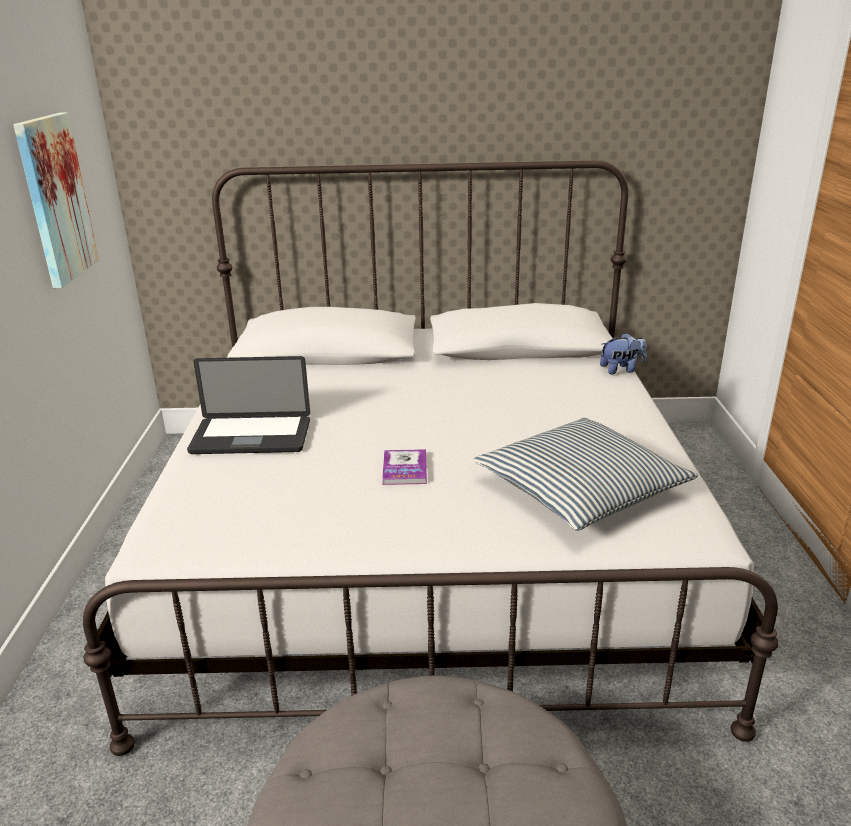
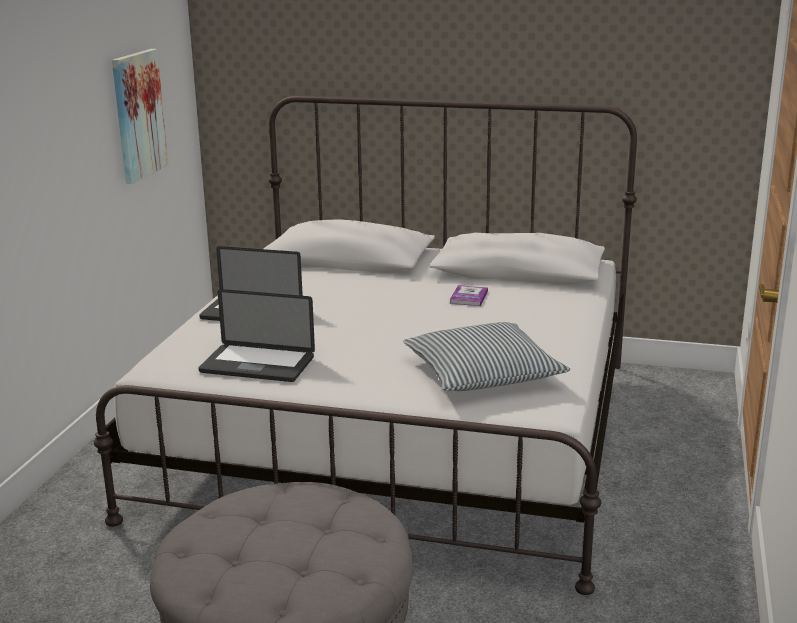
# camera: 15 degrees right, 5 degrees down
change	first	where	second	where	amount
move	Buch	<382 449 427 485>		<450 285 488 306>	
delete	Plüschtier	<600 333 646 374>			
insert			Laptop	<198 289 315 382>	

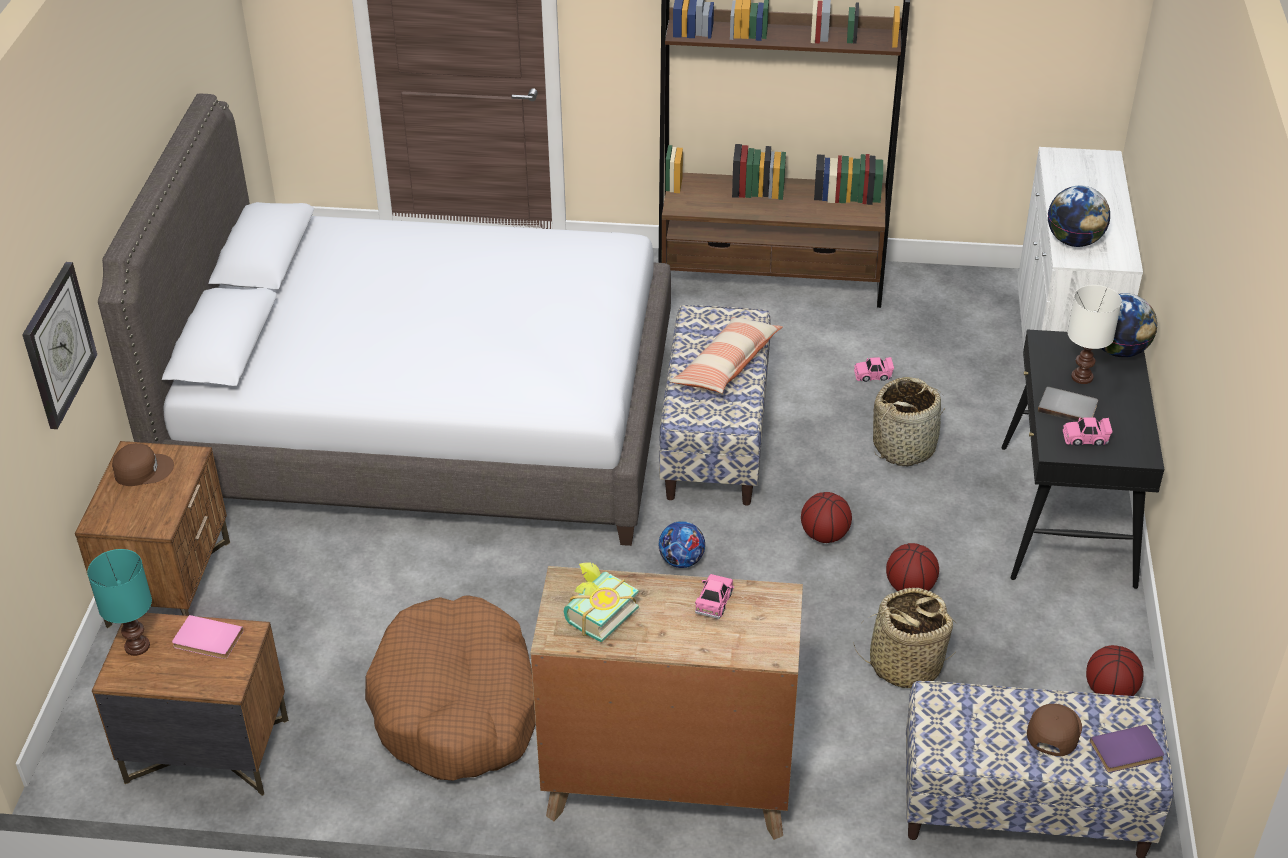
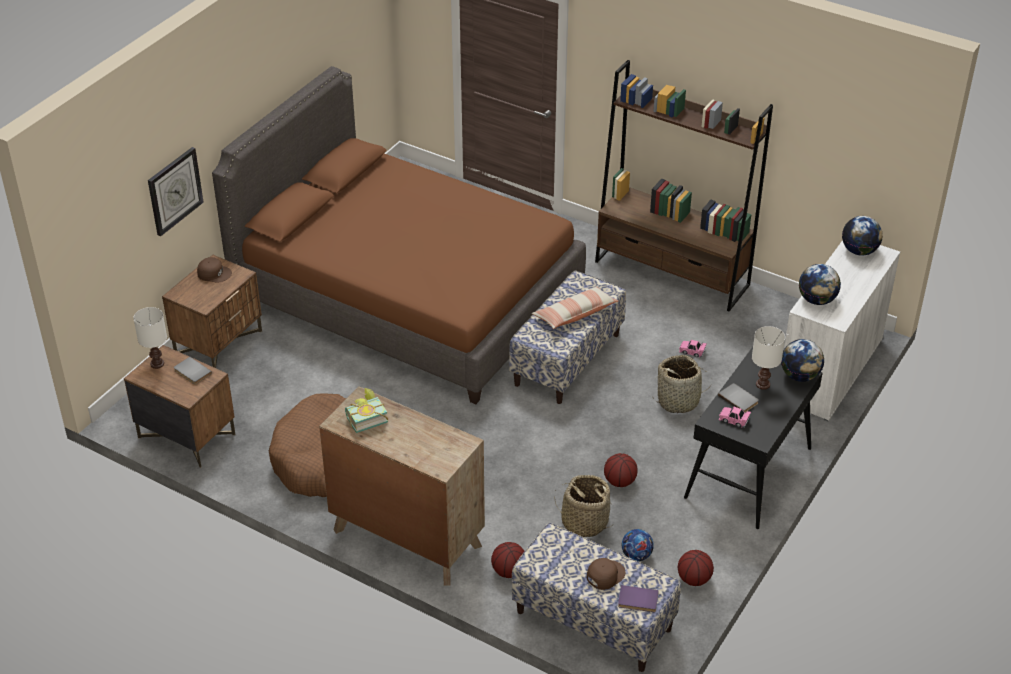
# camera: 25 degrees right, 0 degrees up
change	first	where	second	where	amount
recolor	Tischlampe [türkis]	<87 549 152 656>	Tischlampe [weiß]	<133 307 167 369>	
recolor	Bett [grau]	<98 93 671 546>	Bett [braun]	<212 66 586 404>	
recolor	Buch [rosa]	<172 615 244 659>	Buch [grau]	<174 357 212 385>	
move	Fußball	<659 521 705 568>		<622 529 654 561>	
delete	Spielzeugauto [rosa]	<695 574 734 619>			
move	Basketball	<801 492 852 543>		<491 542 524 578>	
insert			Globus	<842 216 883 256>	

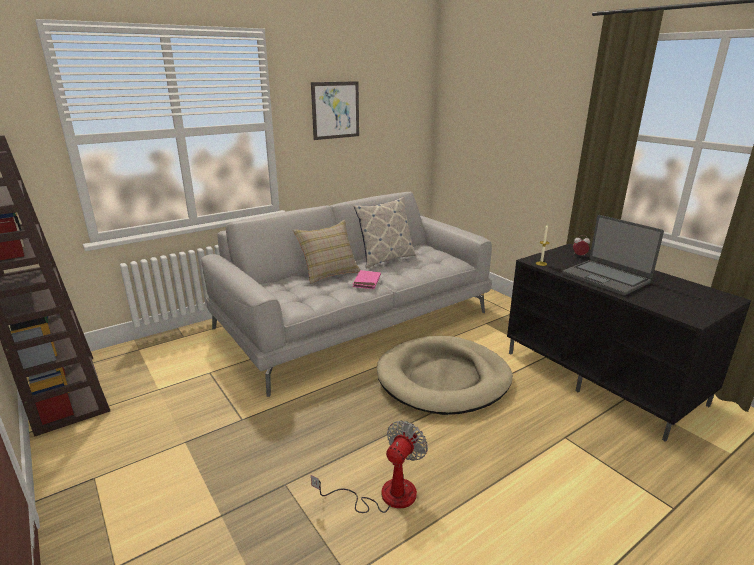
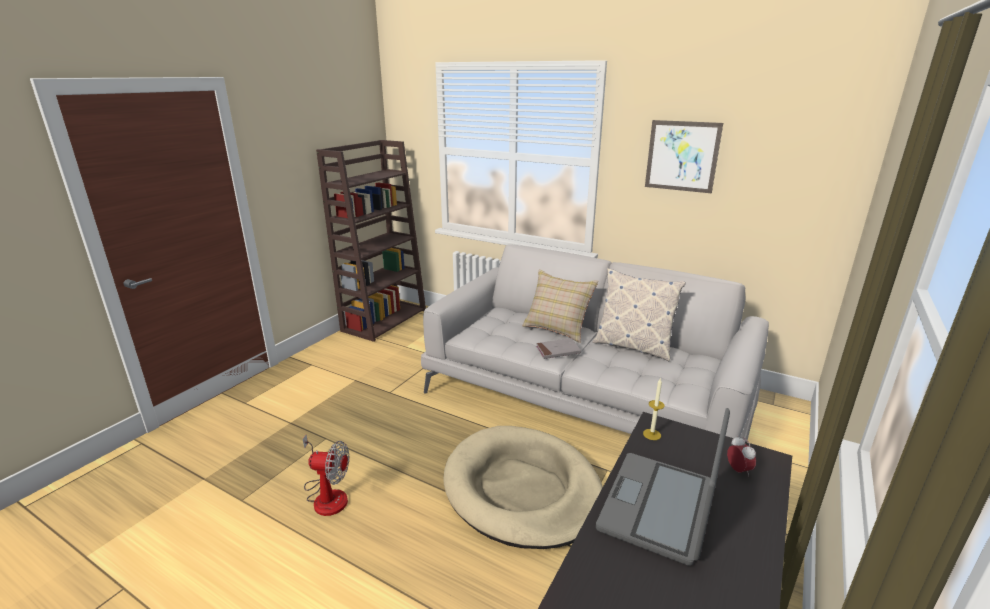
# camera: 65 degrees right, 0 degrees up
change	first	where	second	where	amount
recolor	Buch [rosa]	<353 270 381 289>	Buch [grau]	<536 338 581 359>	

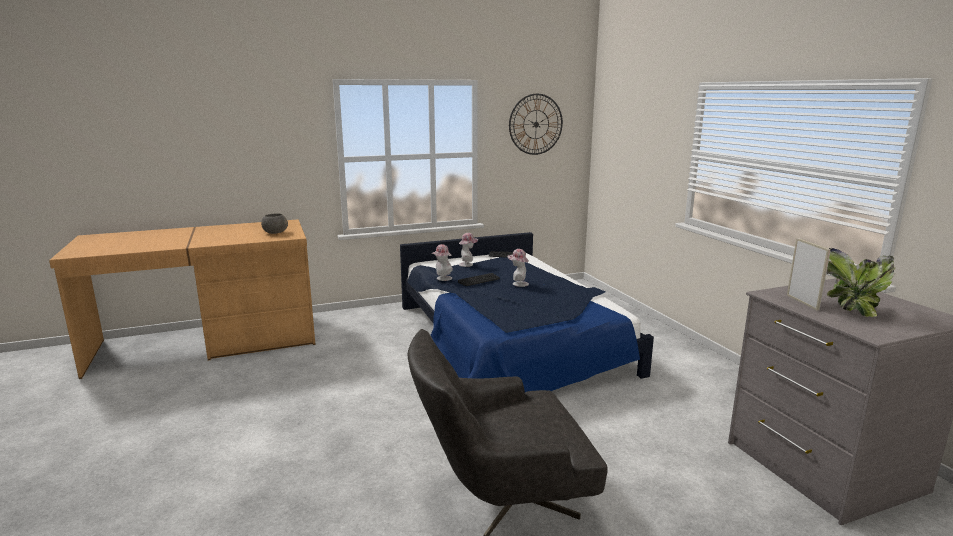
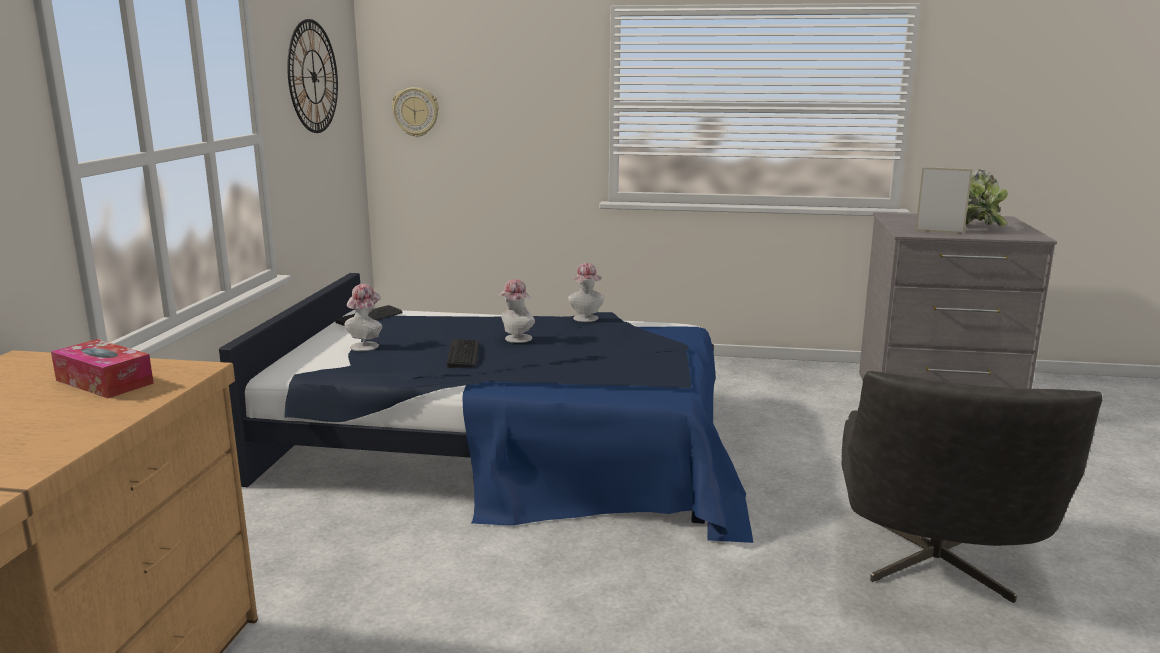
# camera: 60 degrees left, 0 degrees up
change	first	where	second	where	amount
replace	Schüssel [grau]	<261 213 288 234>	Taschentuchbox	<51 339 154 398>	
move	Hut	<432 244 453 281>		<568 263 604 322>	
insert			Wanduhr	<392 87 439 137>	

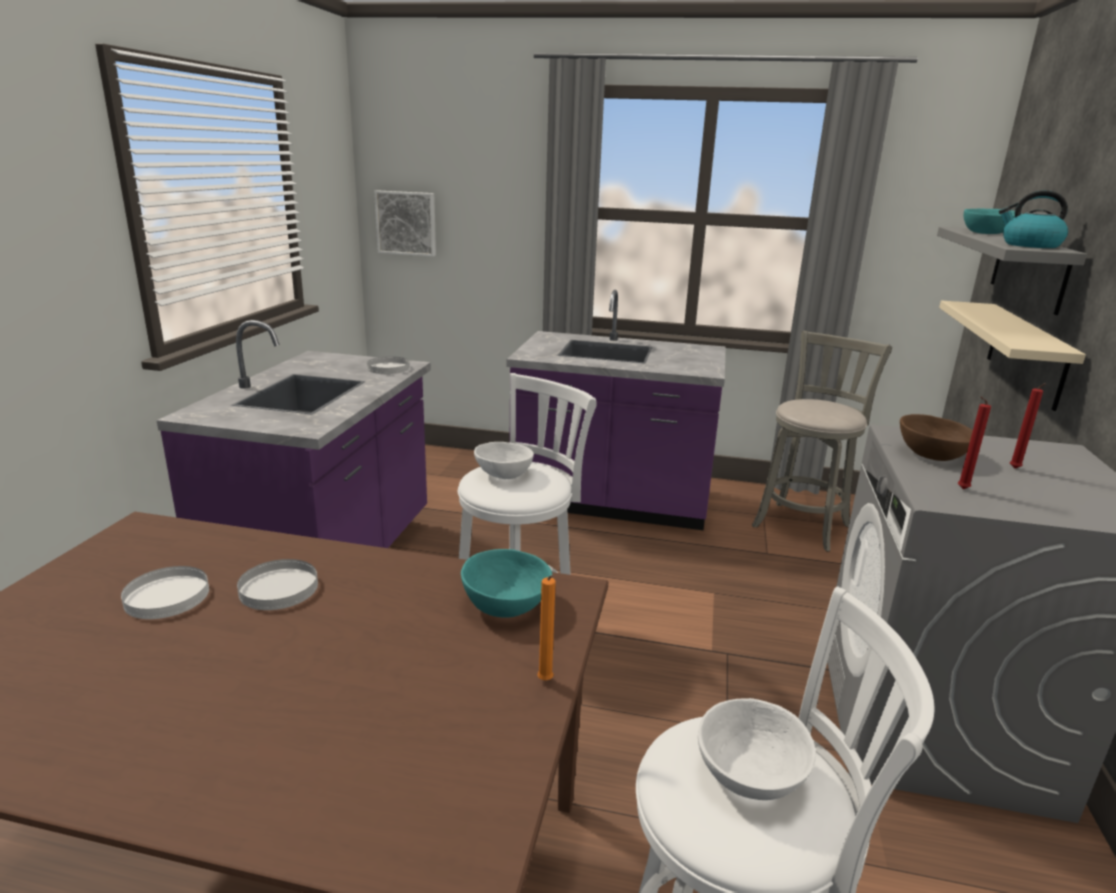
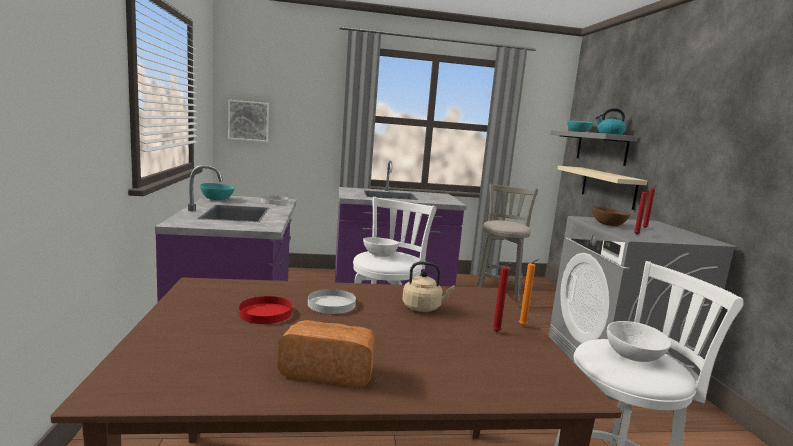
# camera: 20 degrees left, 10 degrees down
change	first	where	second	where	amount
recolor	Teller [weiß]	<121 566 209 619>	Teller [rot]	<239 296 292 324>	
move	Schüssel [türkis]	<461 549 553 618>		<200 183 235 200>	
insert			Brot	<277 320 375 387>	
insert			Wasserkessel [beige]	<402 262 455 312>	
insert			Kerze [rot]	<492 263 511 332>	

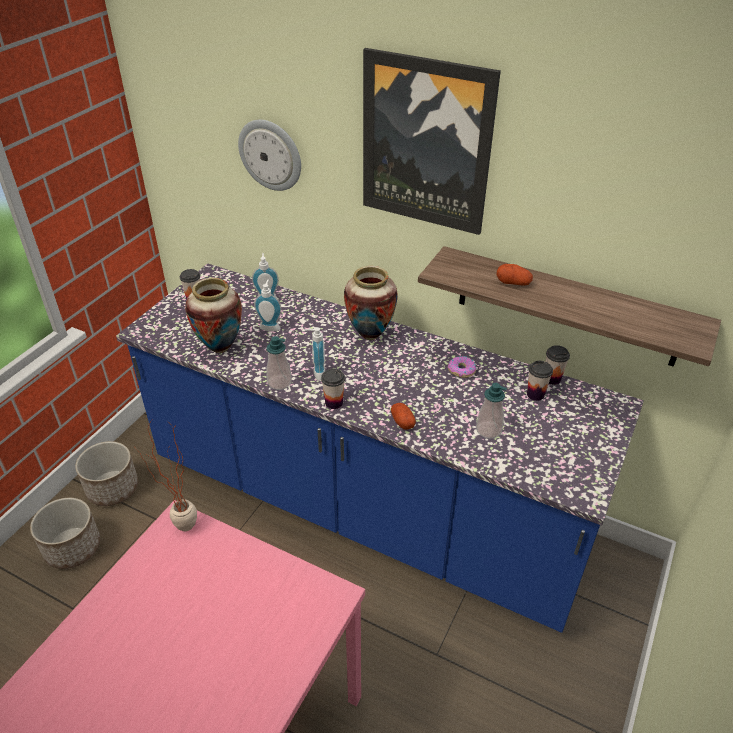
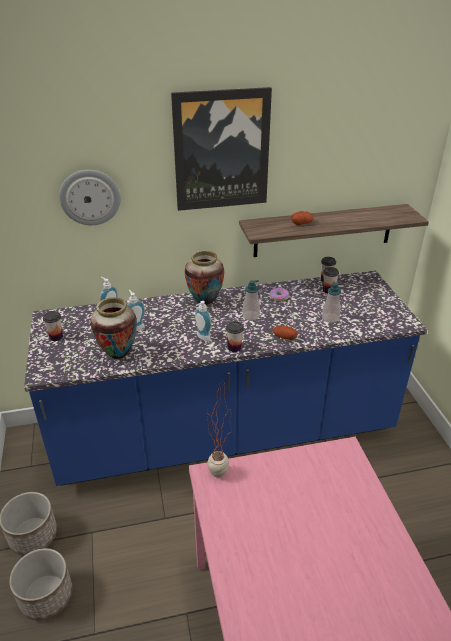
# camera: 40 degrees left, 5 degrees down
change	first	where	second	where	amount
move	Seifenspender	<266 336 292 390>		<242 280 260 321>	

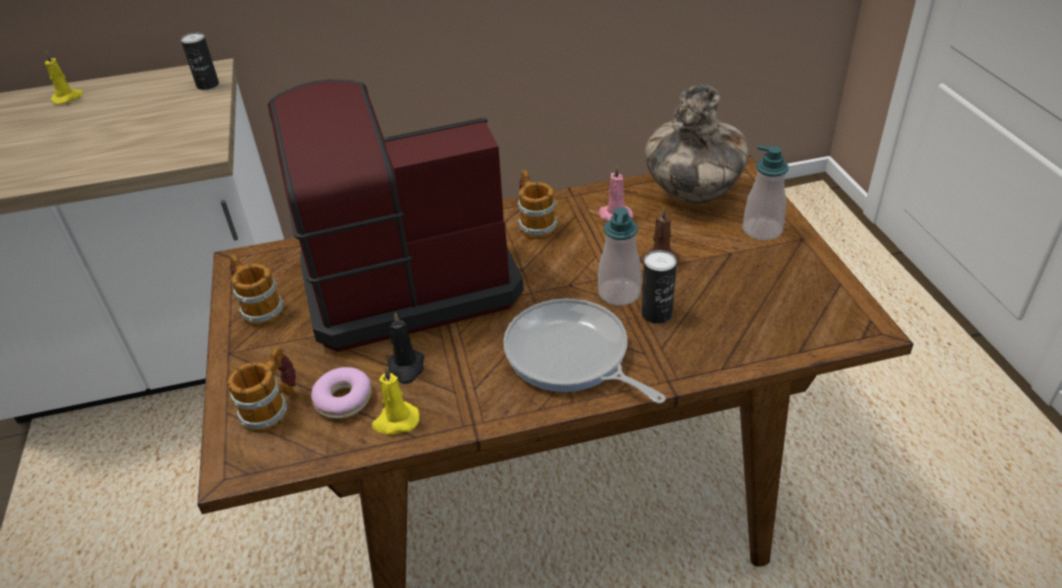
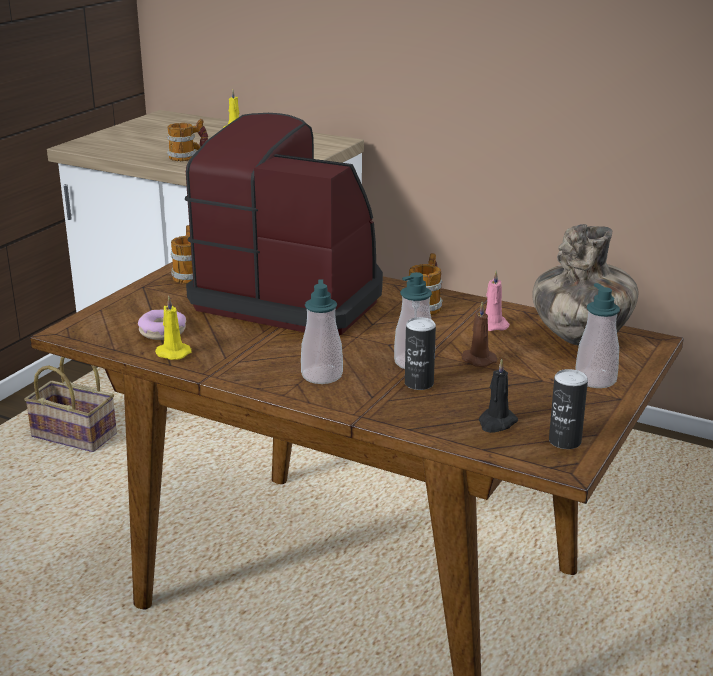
# camera: 40 degrees right, 15 degrees down
change	first	where	second	where	amount
move	Dose	<181 32 219 90>		<549 369 588 449>	
move	Henkelbecher	<227 346 296 433>		<167 119 208 161>	
move	Kerze [schwarz]	<387 312 424 384>		<479 358 518 433>	
replace	Pfanne	<503 298 666 404>	Seifenspender	<301 279 343 384>	
insert			Korb	<24 357 117 452>	

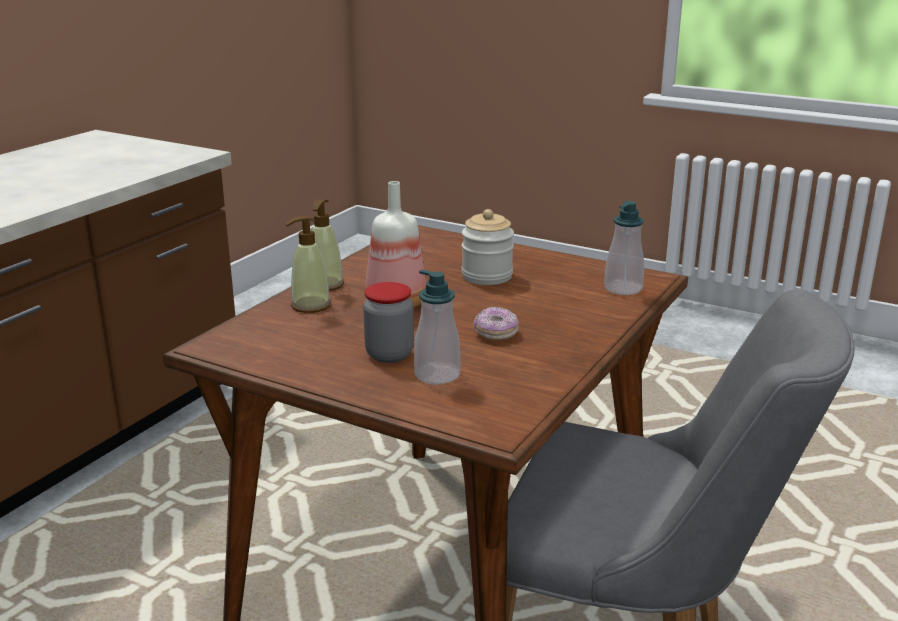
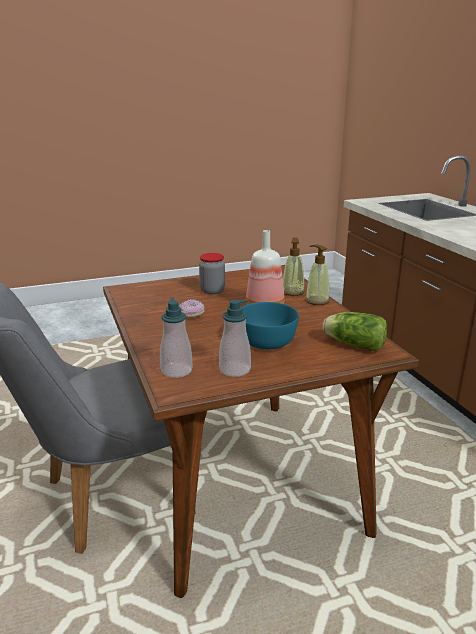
# camera: 130 degrees right, 0 degrees up
change	first	where	second	where	amount
move	Seifenspender	<414 270 461 384>		<219 300 251 377>	
replace	Vorratsglas	<461 209 514 285>	Schüssel [türkis]	<242 302 299 349>	
insert			Salatkopf	<323 312 387 351>	

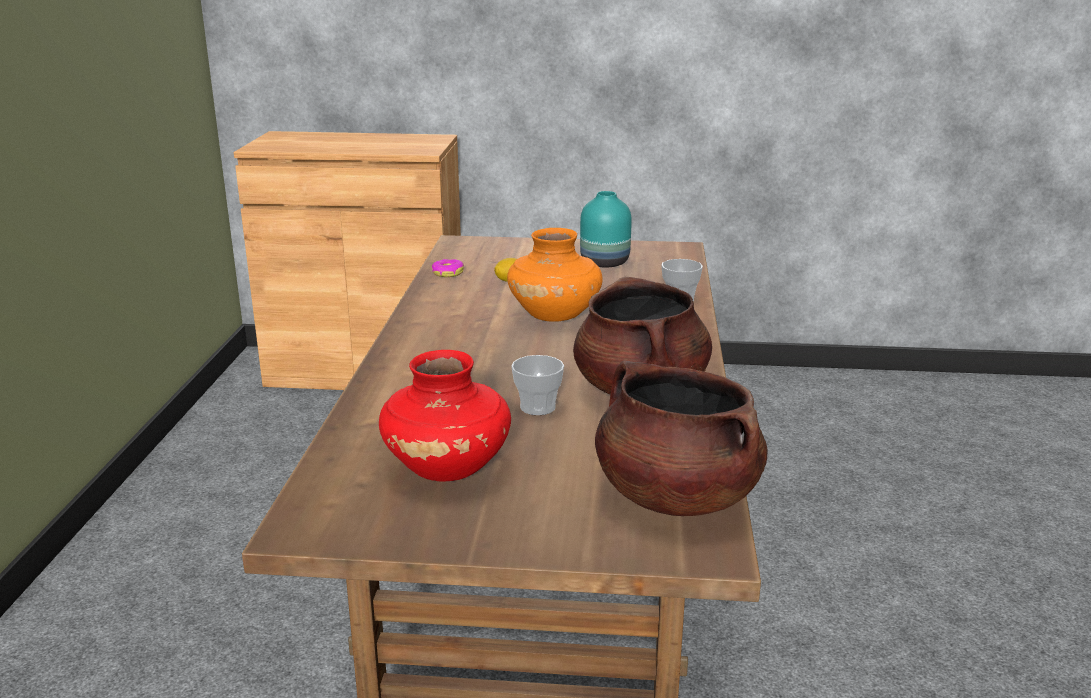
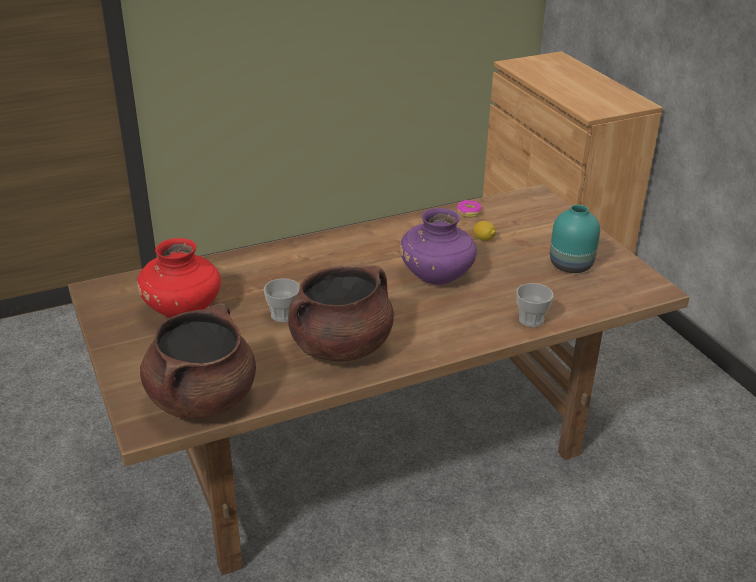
# camera: 60 degrees right, 10 degrees up
change	first	where	second	where	amount
recolor	Vase [orange]	<507 228 603 322>	Vase [lila]	<400 208 477 285>	

